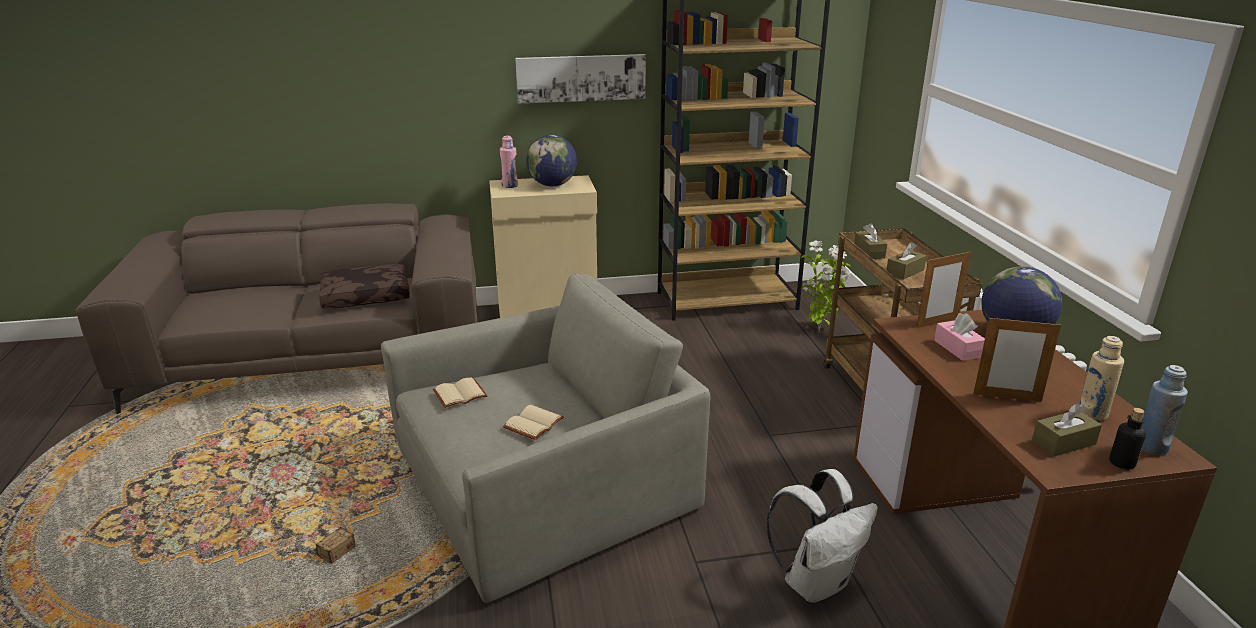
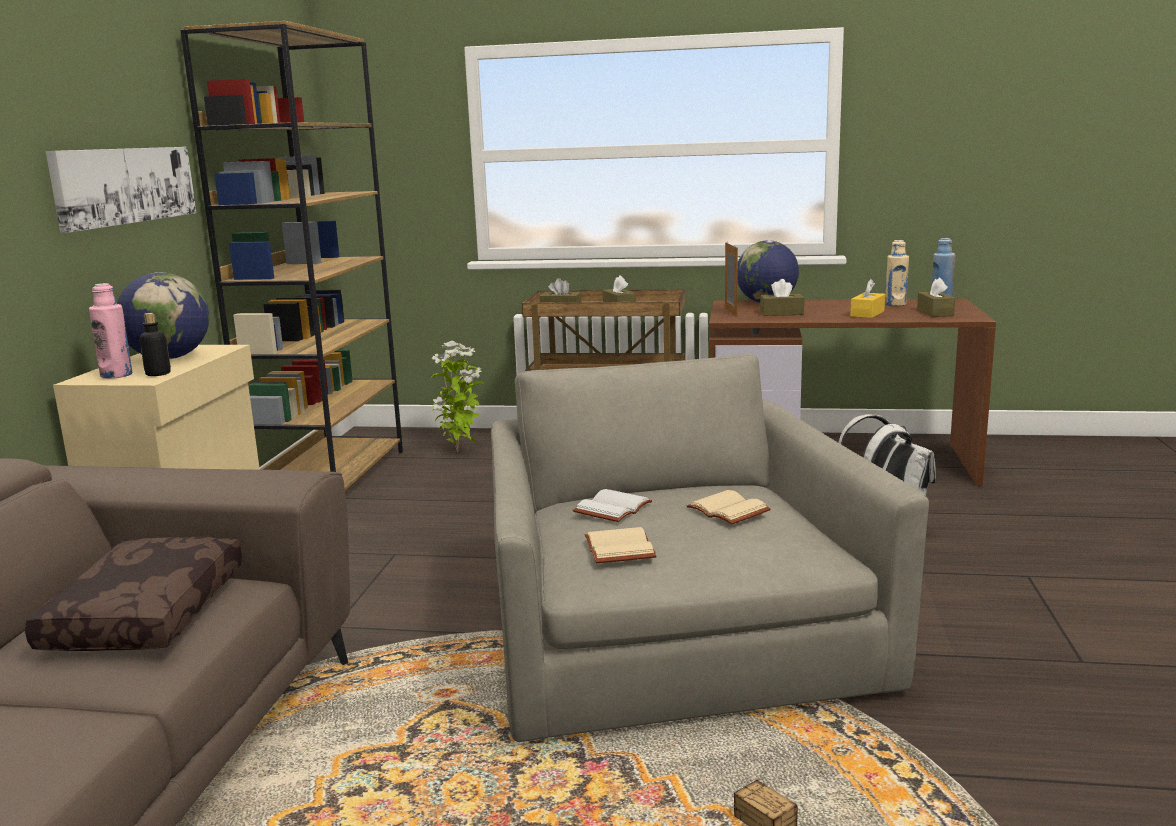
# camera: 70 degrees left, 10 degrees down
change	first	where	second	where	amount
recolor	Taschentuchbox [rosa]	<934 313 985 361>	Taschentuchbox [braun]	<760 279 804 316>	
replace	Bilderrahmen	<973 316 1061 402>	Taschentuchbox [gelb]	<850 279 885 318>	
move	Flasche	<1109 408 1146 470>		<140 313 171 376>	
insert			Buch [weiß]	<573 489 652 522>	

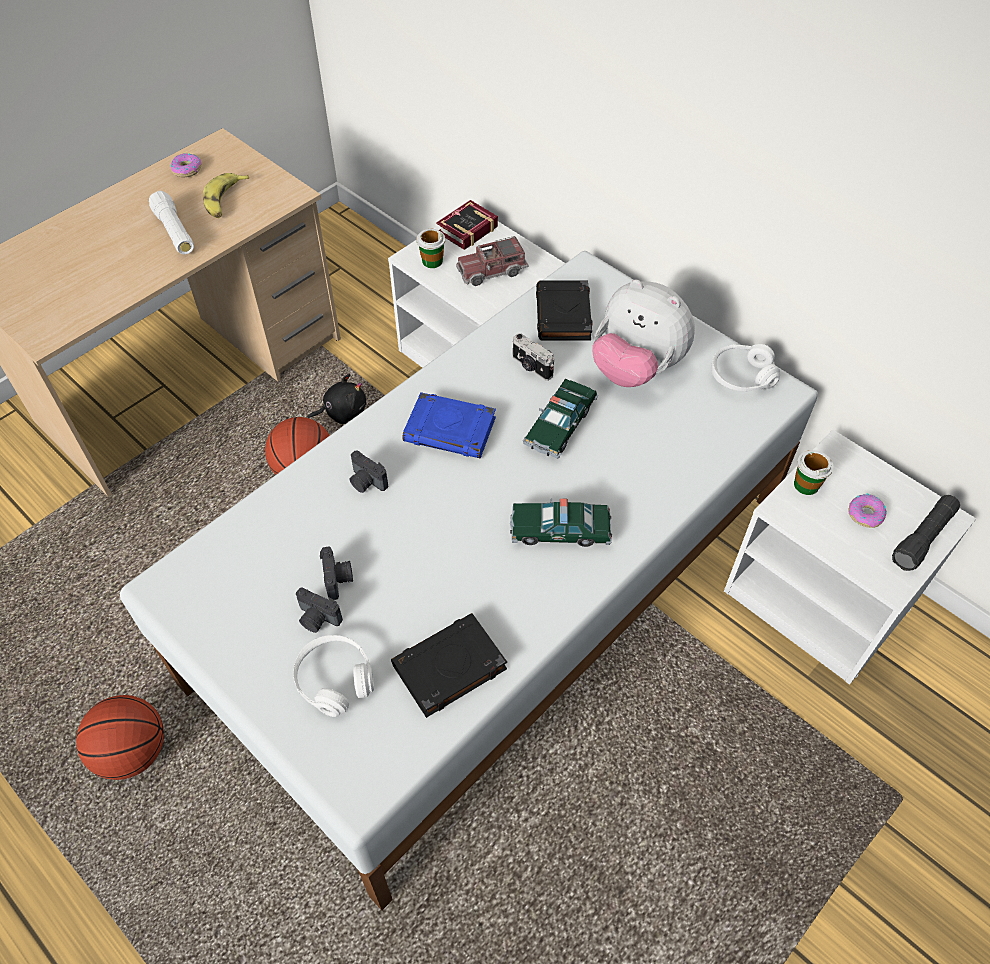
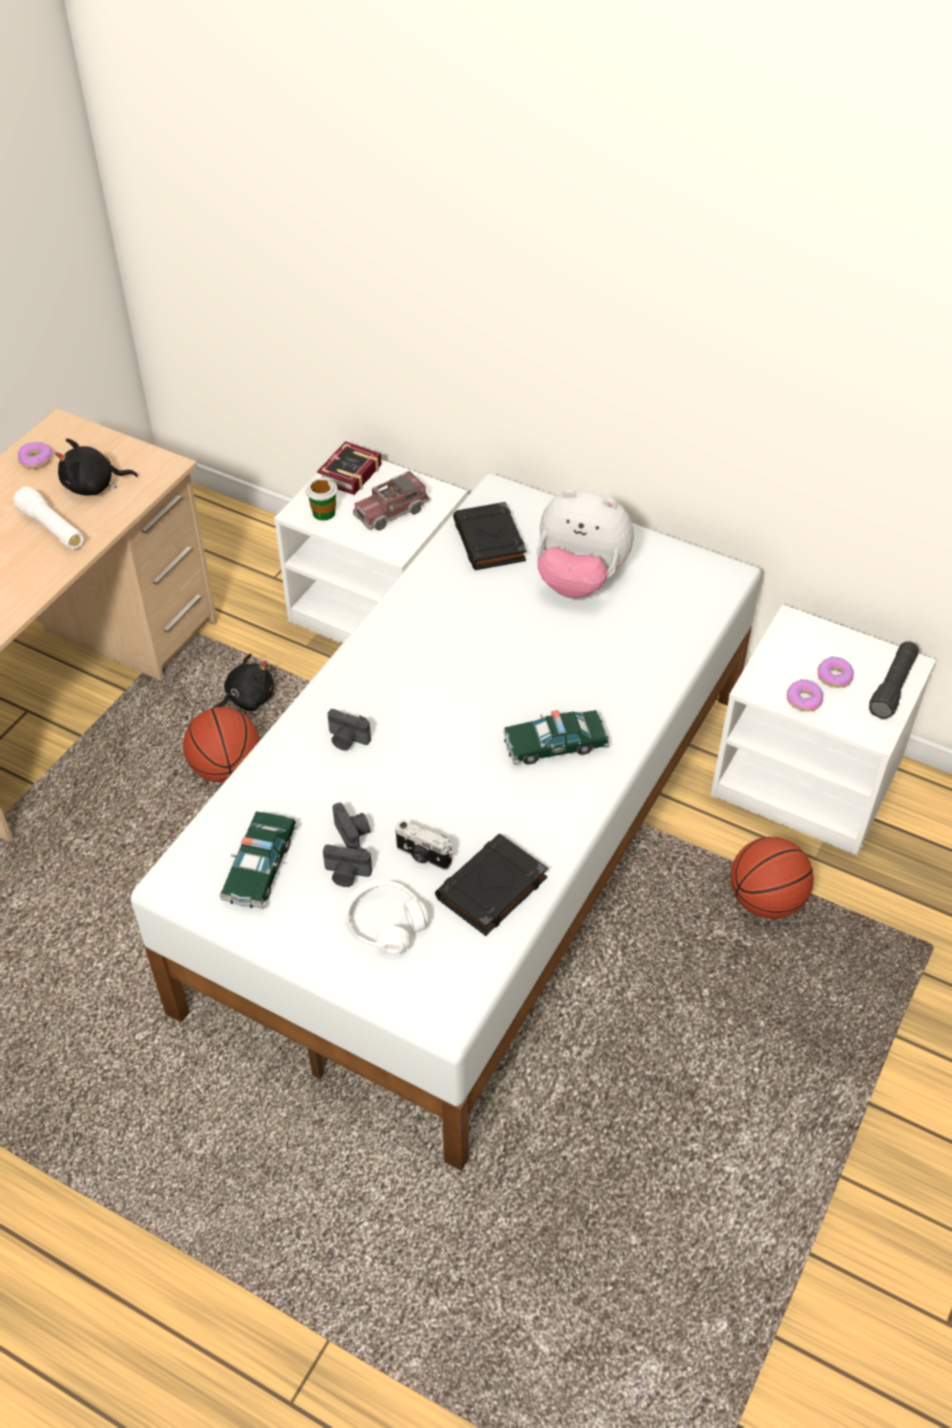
# camera: 15 degrees left, 5 degrees down
change	first	where	second	where	amount
move	Basketball	<76 695 164 780>		<730 837 814 919>	
replace	Banane	<203 173 249 218>	Plüschtier [schwarz]	<55 438 138 496>	
delete	Buch [blau]	<402 392 496 458>			
move	Kamera	<513 333 554 381>		<395 820 452 870>	
move	Spielzeugauto	<523 379 598 458>		<219 811 298 909>	
delete	Kopfhörer [weiß]	<711 344 780 392>			
delete	Tasse	<794 450 833 495>			
insert			Donut	<787 679 823 711>	

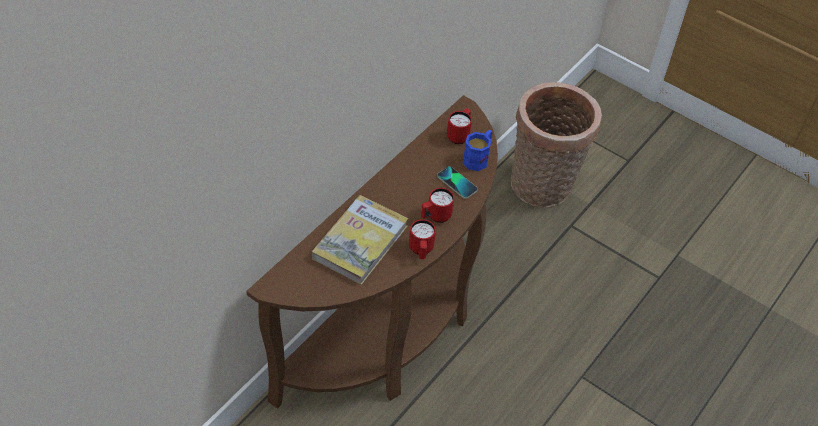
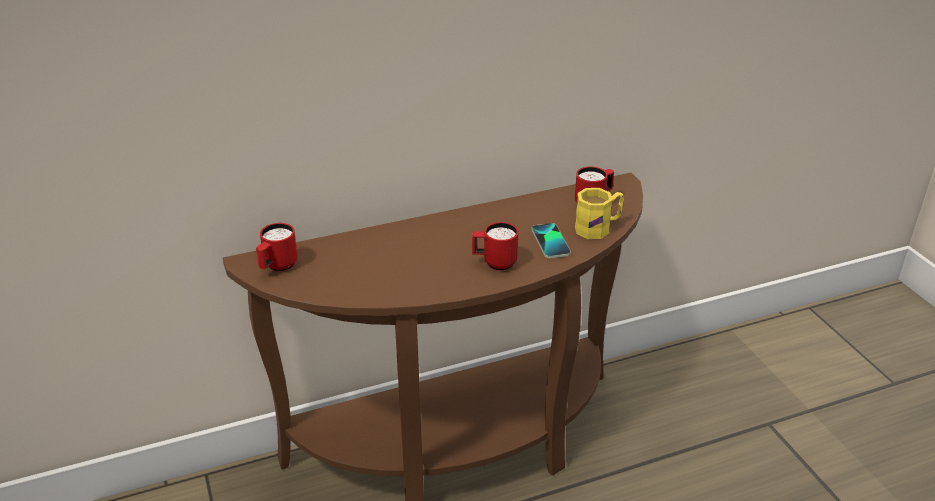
# camera: 35 degrees right, 15 degrees down
change	first	where	second	where	amount
delete	Buch	<312 195 408 285>			
move	Henkelbecher [rot]	<409 219 436 259>		<256 223 298 271>	
recolor	Henkelbecher [blau]	<463 130 492 171>	Henkelbecher [gelb]	<575 188 624 239>	
delete	Korb	<511 82 602 207>			

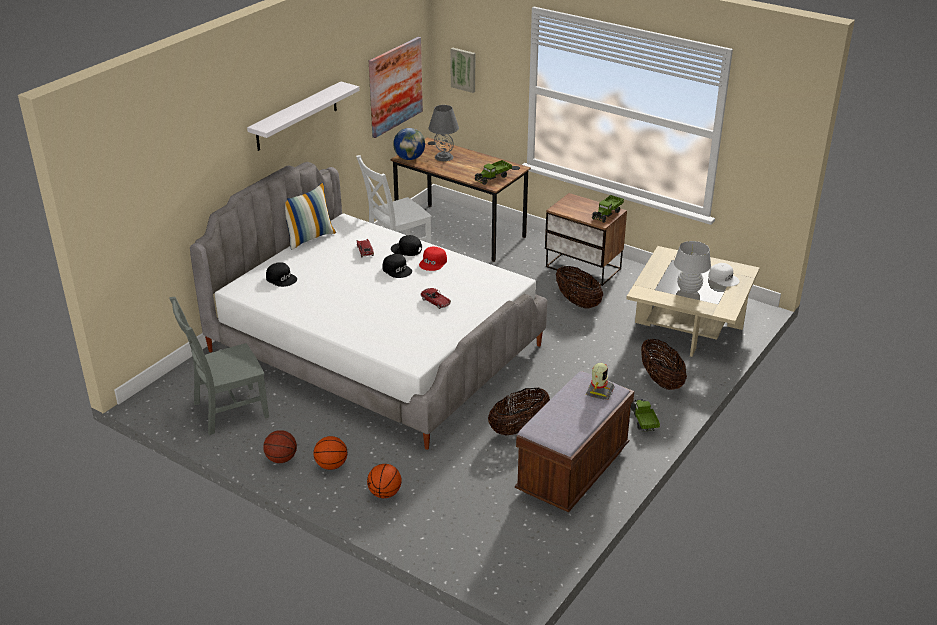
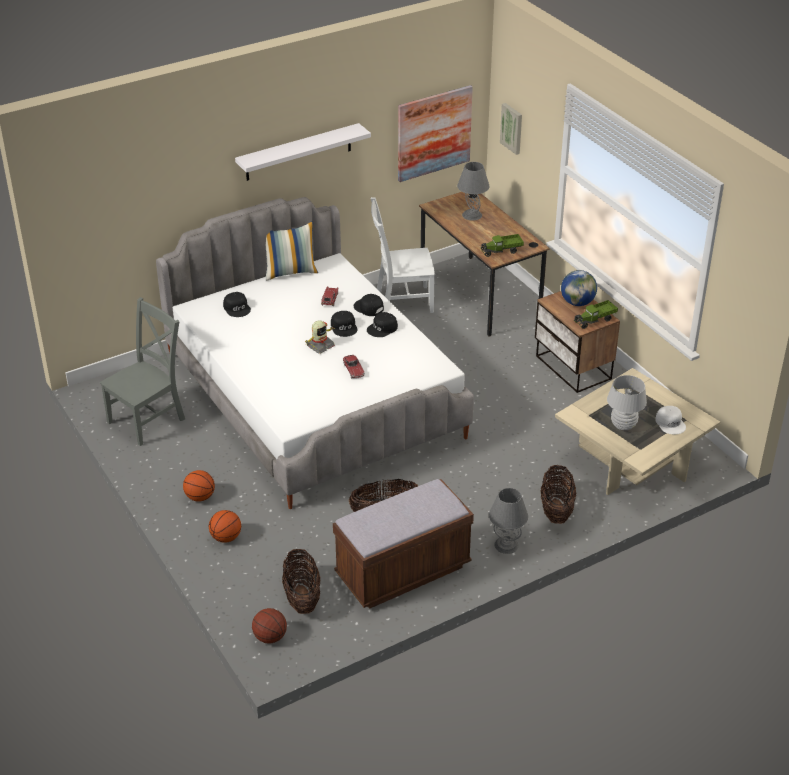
# camera: 25 degrees right, 5 degrees up
change	first	where	second	where	amount
rotate	Stuhl [grau]	<170 297 269 435>		<100 297 185 446>	135 degrees clockwise
move	Basketball	<263 430 297 463>		<252 608 287 644>	
move	Globus	<393 128 425 160>		<561 270 597 306>	
recolor	Kappe [rot]	<419 246 447 271>	Kappe [schwarz]	<367 312 398 337>	
move	Korb	<556 266 603 309>		<282 549 320 614>	
move	Spielzeugroboter	<586 363 615 400>		<305 320 335 354>	
replace	Spielzeuglaster	<631 399 660 432>	Tischlampe [grau]	<489 488 528 554>	

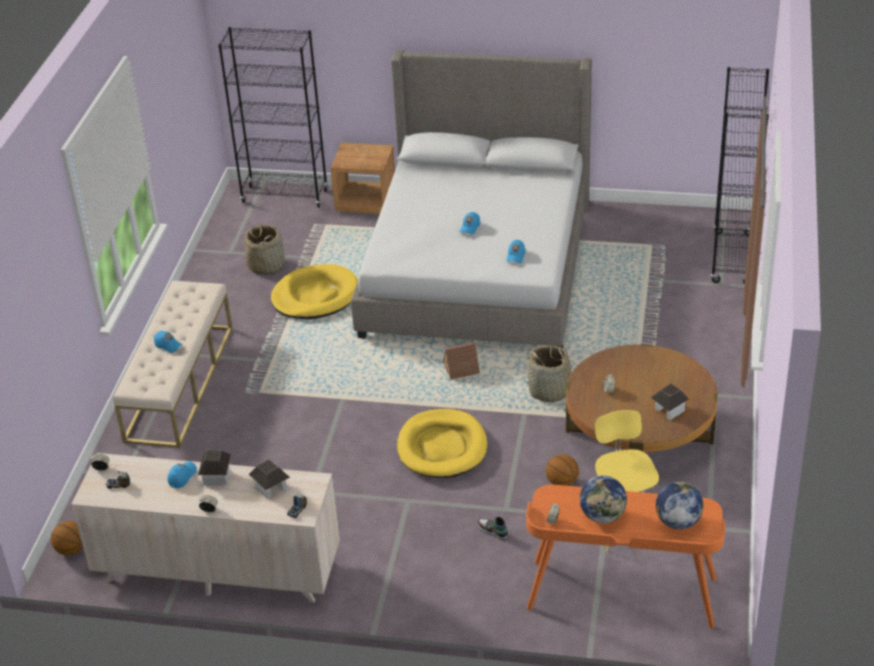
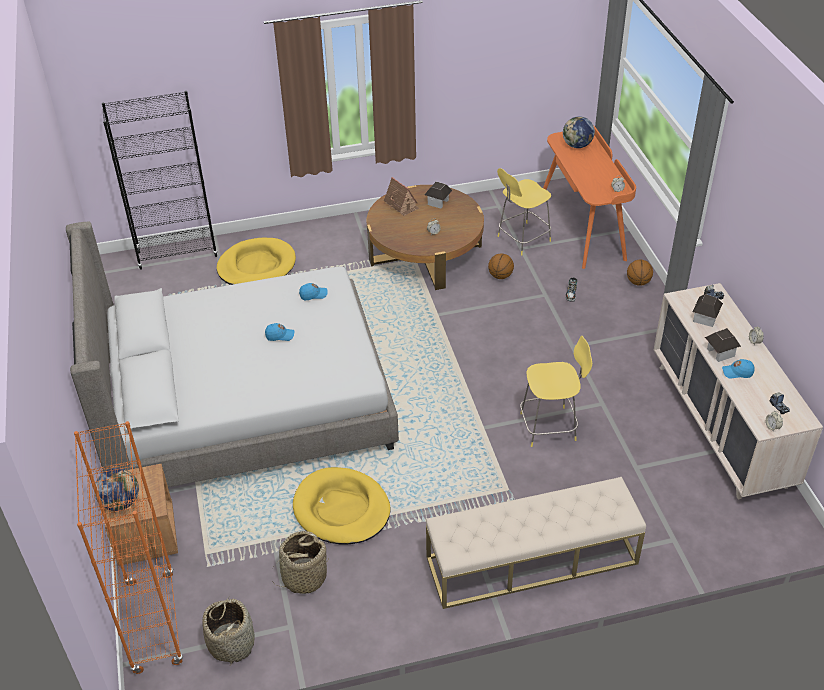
# camera: 115 degrees left, 5 degrees up
change	first	where	second	where	amount
move	Basketball	<51 521 83 555>		<627 260 653 286>	
delete	Kappe [blau]	<154 331 183 353>			
recolor	Bücherregal [schwarz]	<218 27 328 208>	Bücherregal [orange]	<74 421 183 674>	
move	Hundebett [gelb]	<397 409 487 478>		<217 238 296 285>	
move	Spielzeughaus	<443 343 480 380>		<384 177 419 216>	
move	Korb	<524 345 574 402>		<202 597 255 666>	
move	Globus	<580 475 627 523>		<94 468 139 511>	
insert			Hocker [gelb]	<520 336 592 447>	

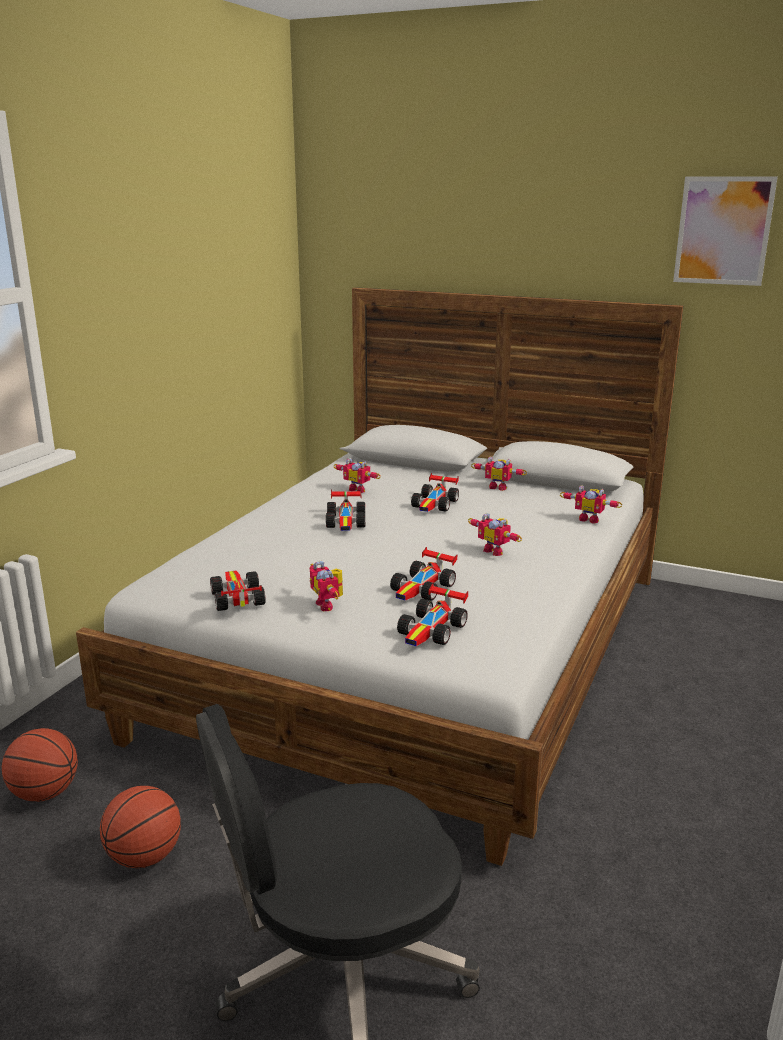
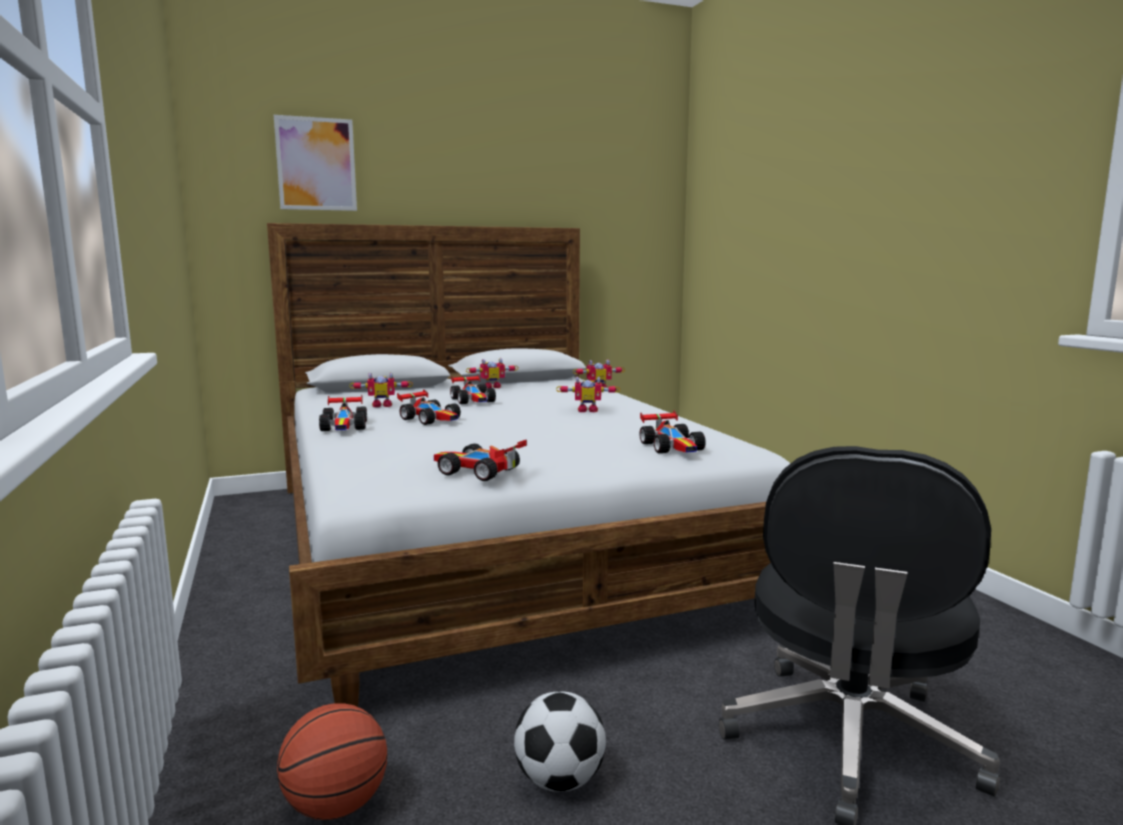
# camera: 45 degrees left, 10 degrees down
change	first	where	second	where	amount
replace	Basketball	<100 786 181 868>	Fußball	<514 691 606 792>	
delete	Spielzeugroboter	<310 561 343 611>			
move	Spielzeugauto	<390 547 457 601>		<319 395 367 431>	
move	Bild	<673 176 778 286>		<274 115 357 211>	

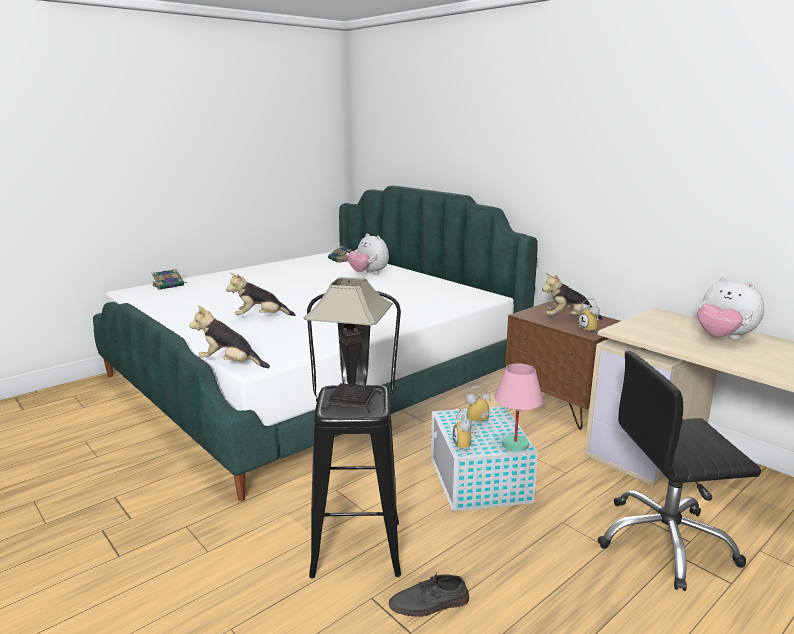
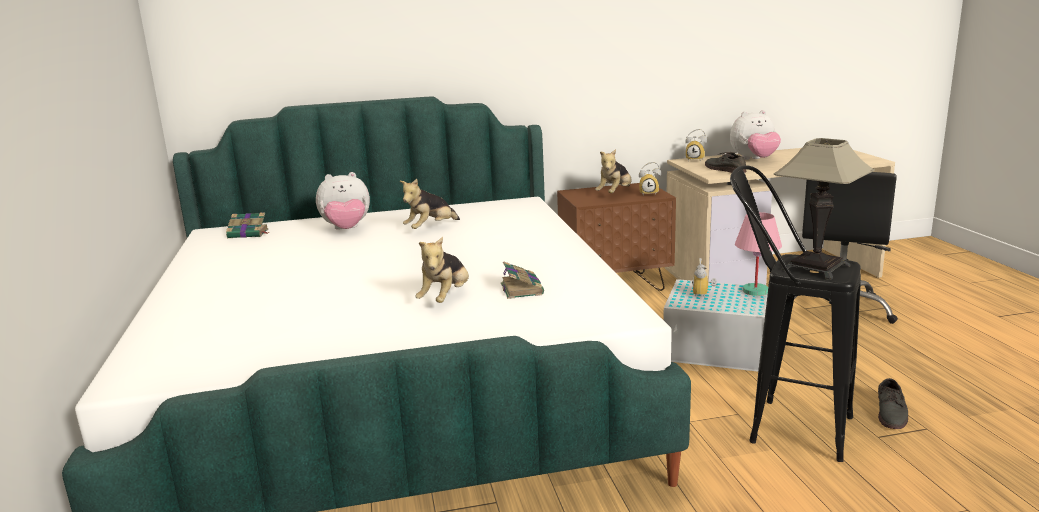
# camera: 60 degrees left, 0 degrees up
change	first	where	second	where	amount
move	Buch	<151 269 186 290>		<501 261 544 299>	
move	Plüschtier	<189 306 270 368>		<400 179 460 229>	
move	Wecker	<453 409 478 451>		<685 129 707 161>	
insert			Schuh [grau]	<705 152 746 173>	

